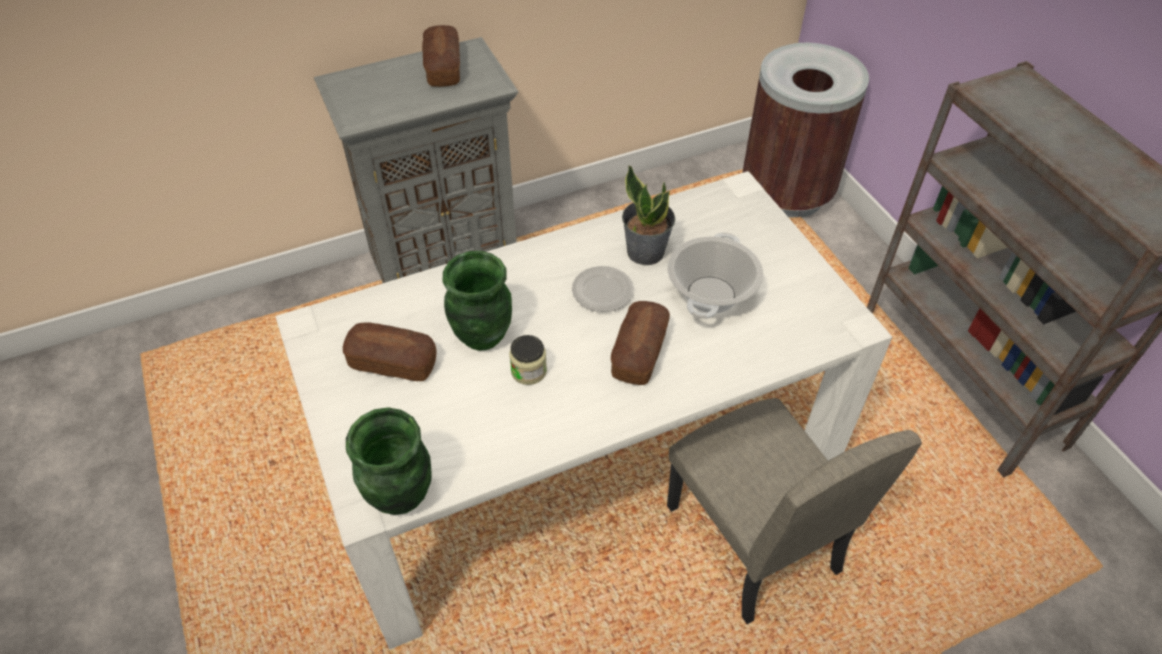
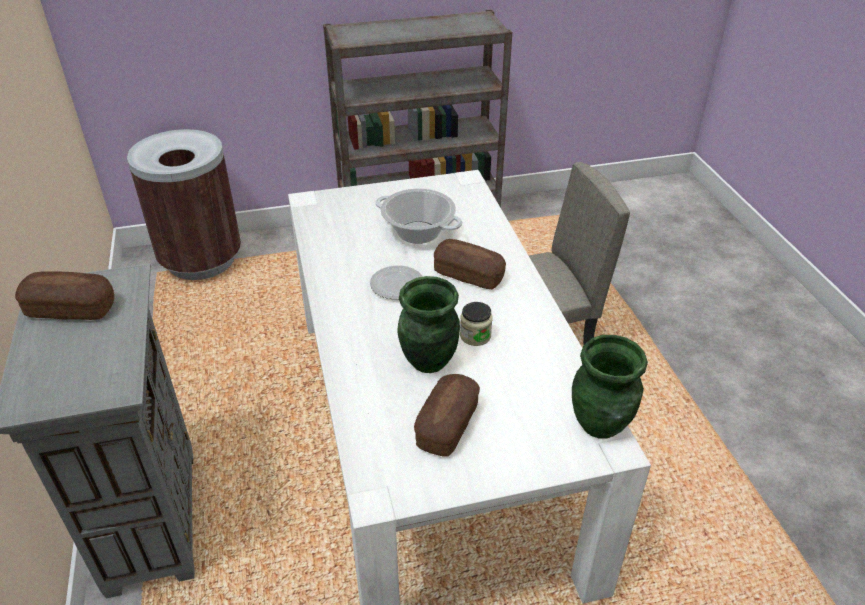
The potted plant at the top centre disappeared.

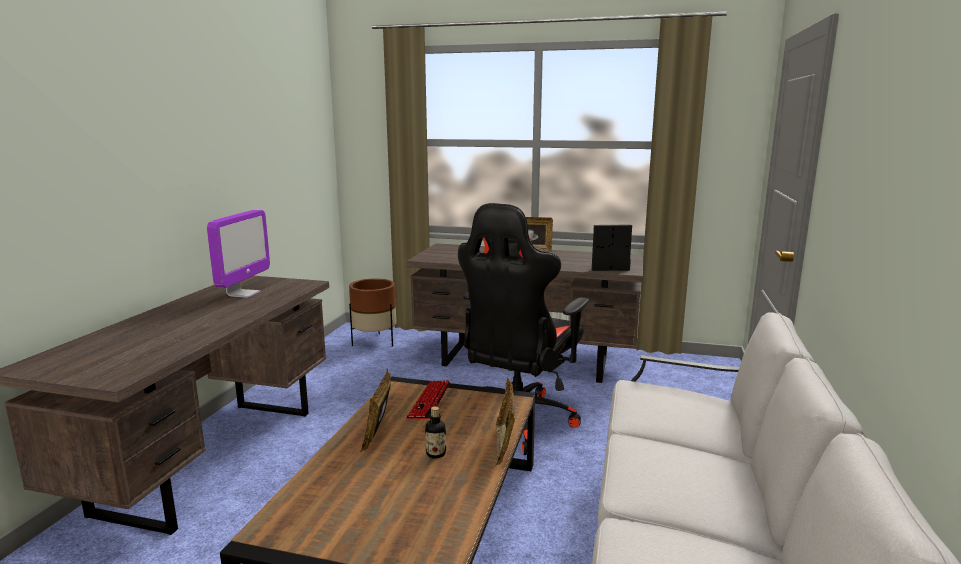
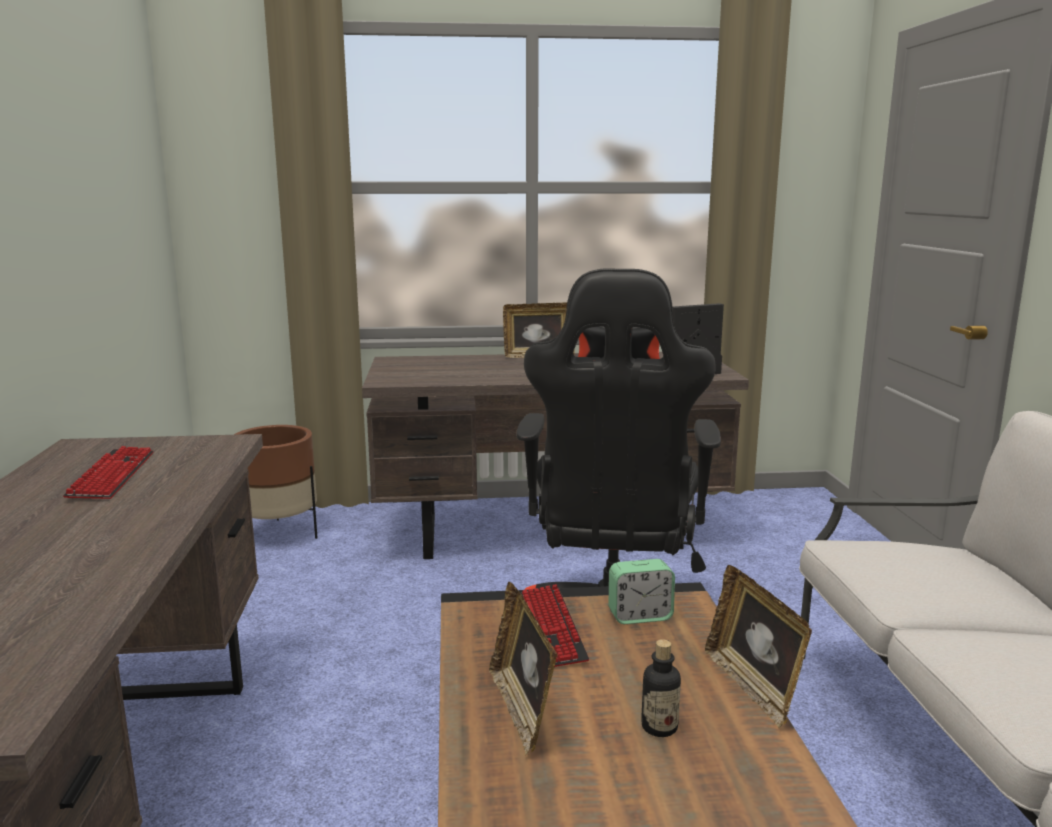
The monitor at the middle left was replaced by the keyboard (1st from left) at the middle left.
The alarm clock at the bottom centre appeared.

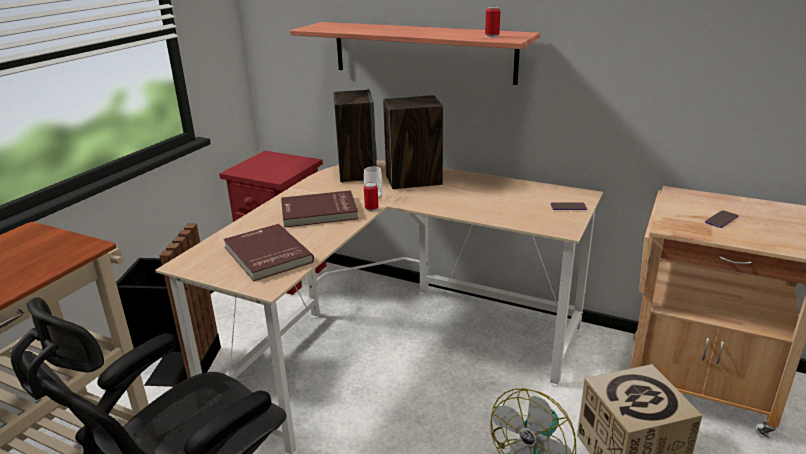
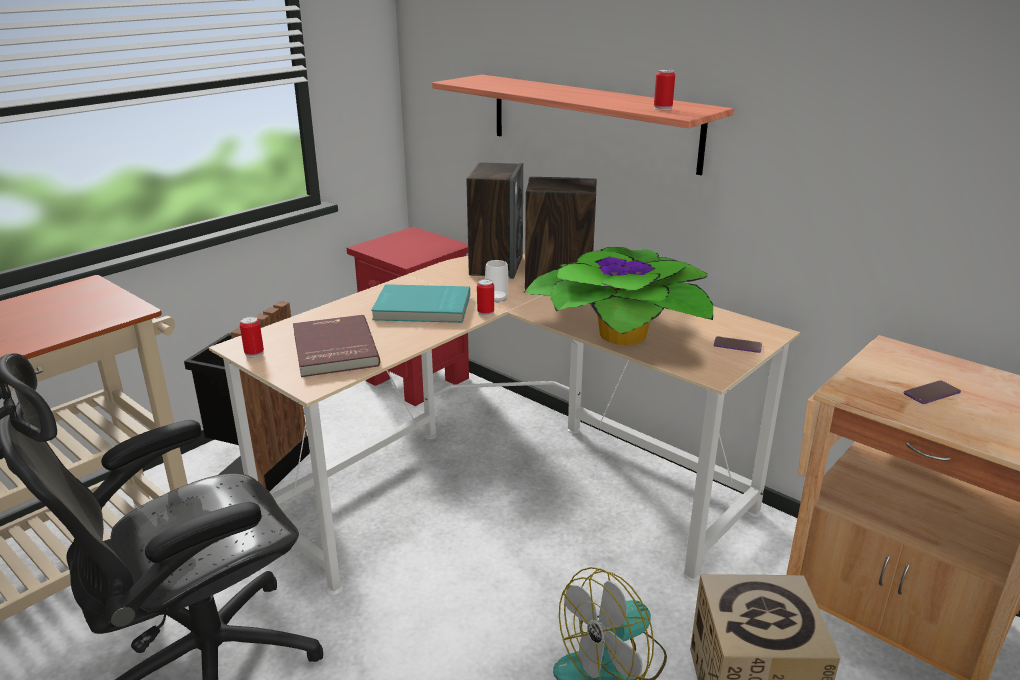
The red book (2nd from left) at the centre became the turquoise book at the centre.
The potted plant at the centre appeared.
The can (1st from left) at the middle left appeared.

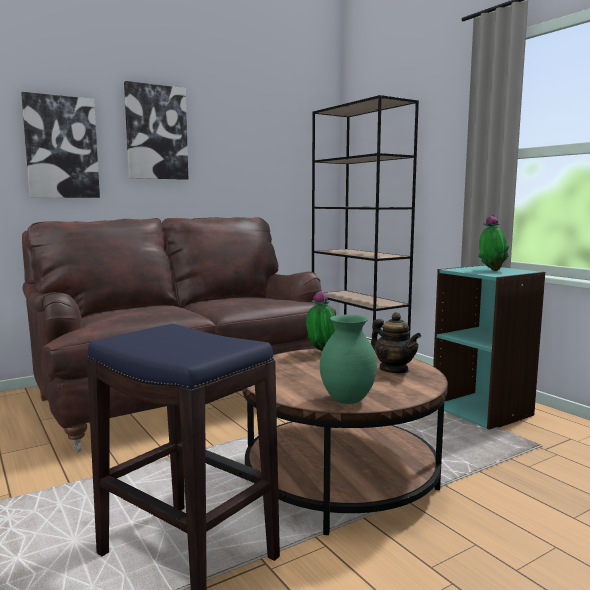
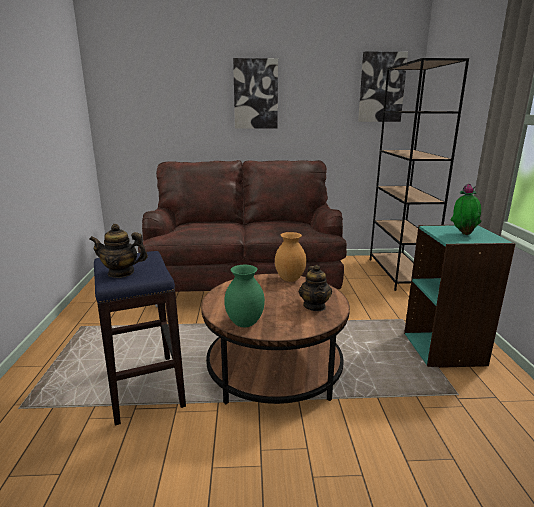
The picture (1st from left in the first image) moved from the top left to the top right.
The potted plant (1st from left) at the centre was replaced by the brown vase at the centre.
The teapot (1st from left) at the middle left appeared.

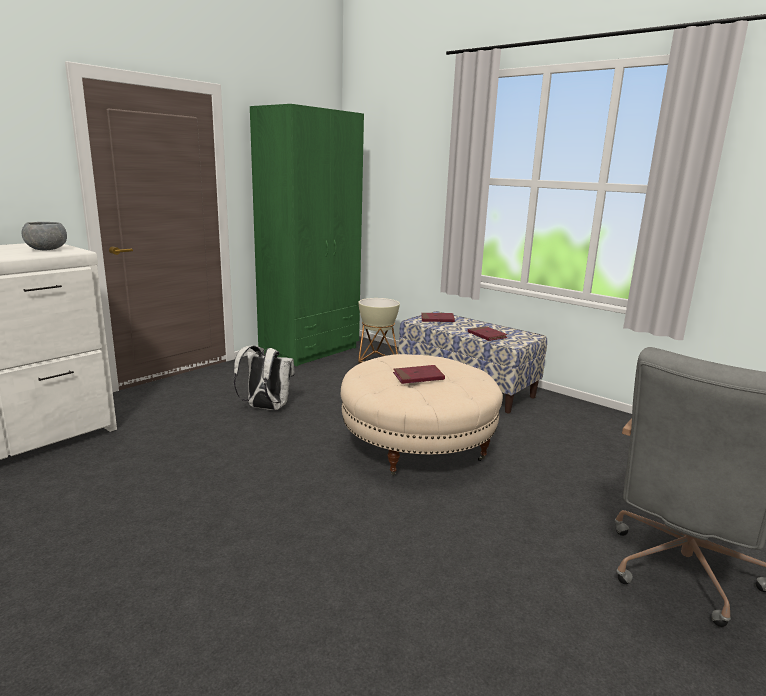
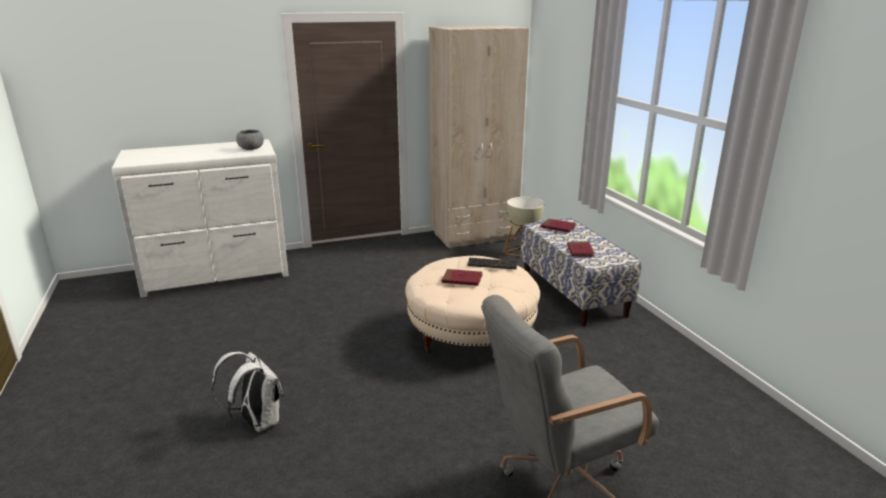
The green wardrobe at the centre became the beige wardrobe at the top centre.
The white backpack moved from the centre to the bottom left.
The keyboard at the centre appeared.

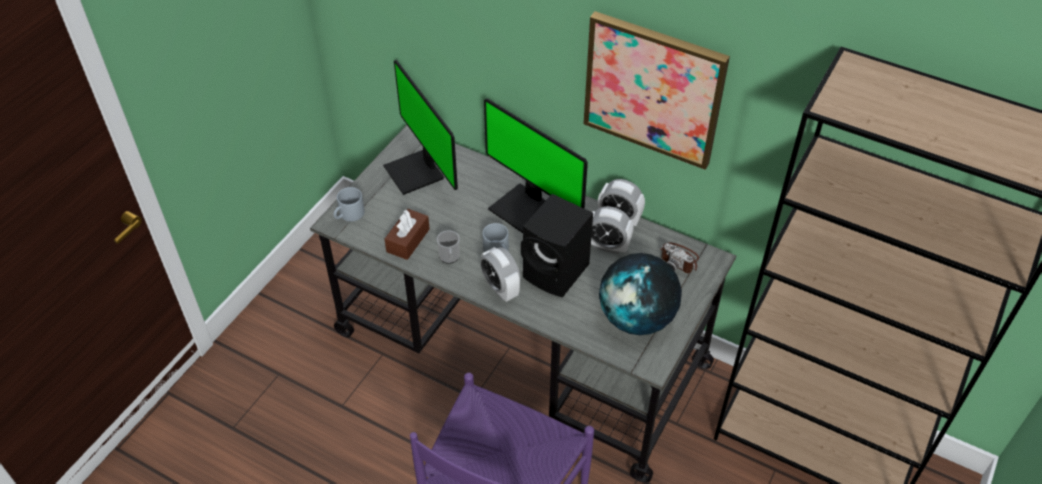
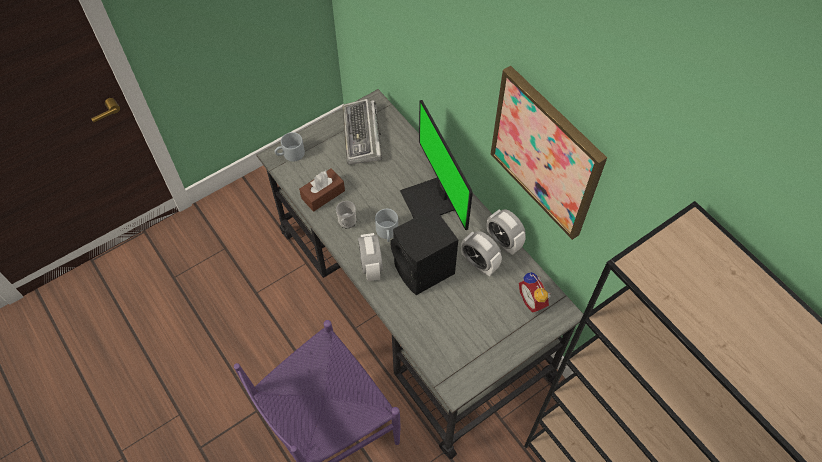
The monitor (1st from left) at the top centre was replaced by the keyboard at the top centre.
The photo camera at the centre was replaced by the alarm clock (4th from left) at the centre.
The globe at the centre disappeared.

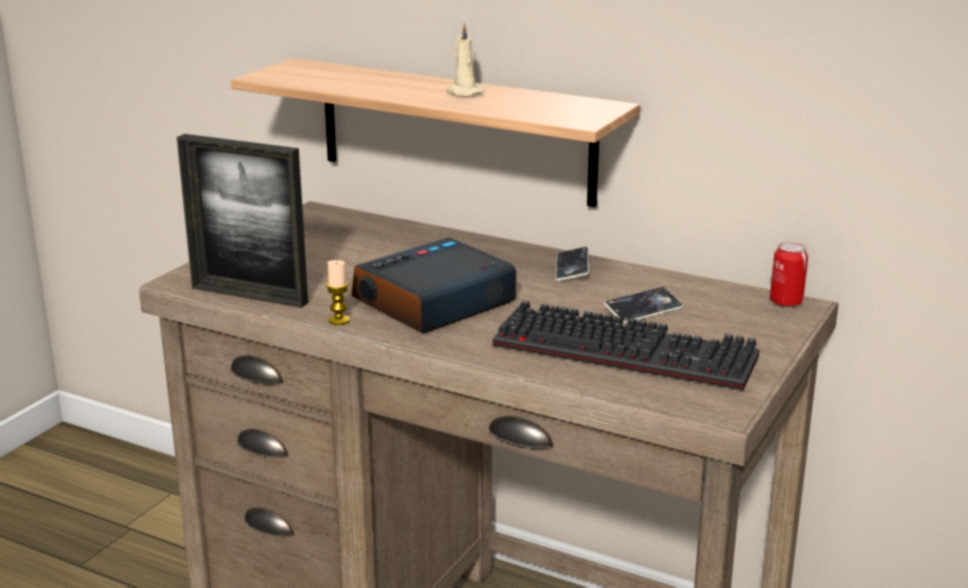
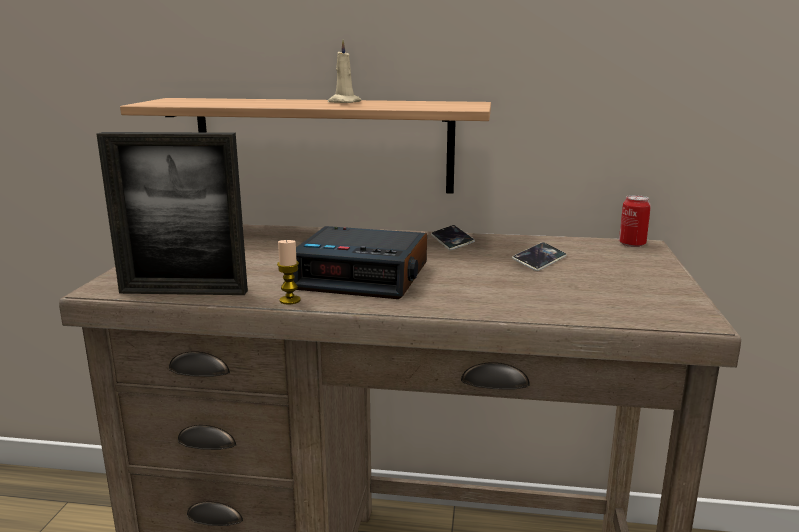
The alarm clock at the centre turned 105 degrees counterclockwise.
The keyboard at the centre disappeared.

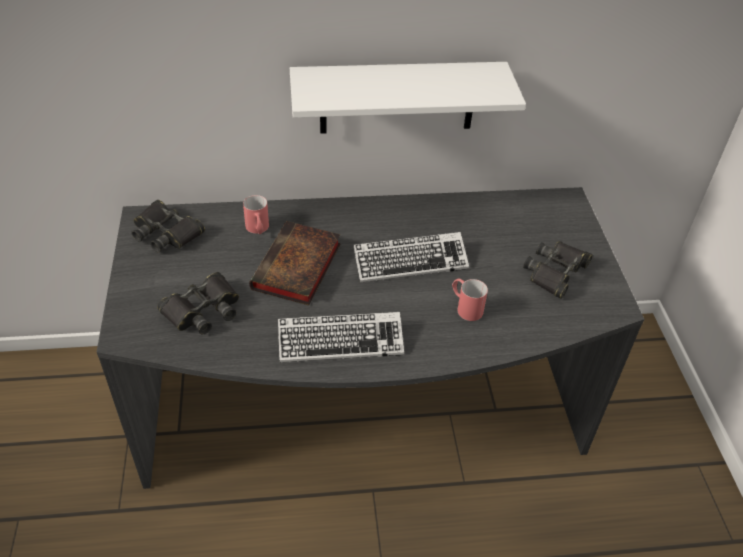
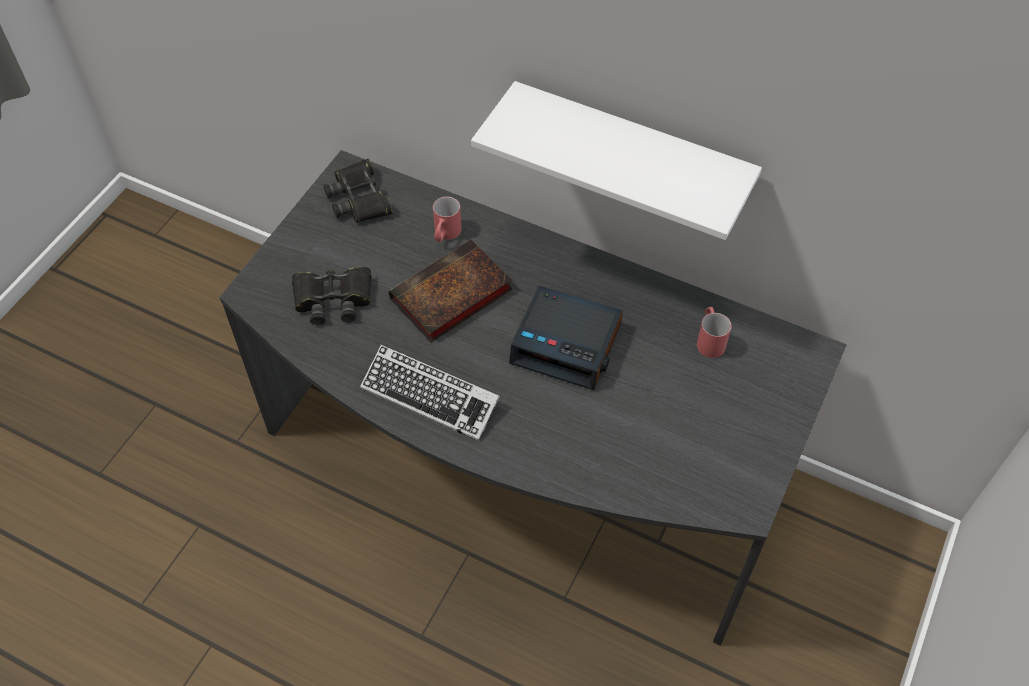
The keyboard (2nd from left) at the centre was replaced by the alarm clock at the centre.
The black binoculars (3rd from left) at the middle right disappeared.
The red mug (2nd from left) moved from the centre to the middle right.

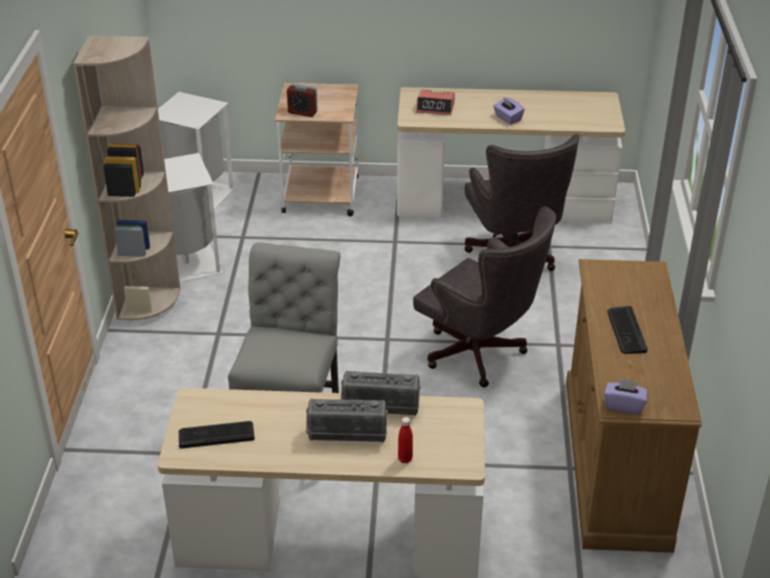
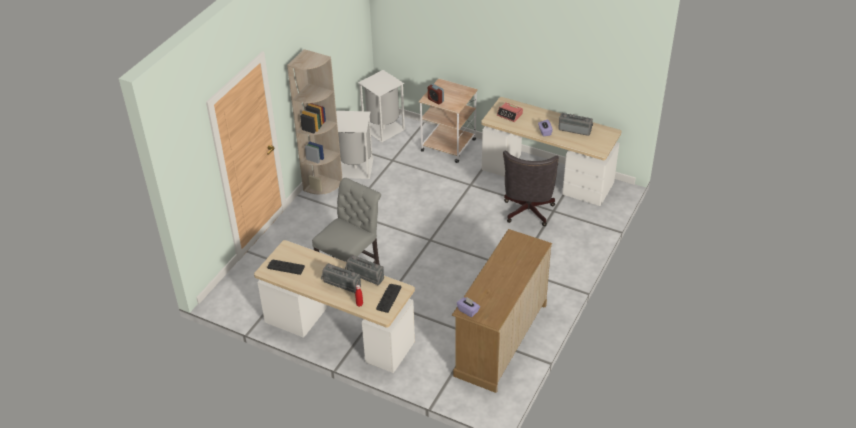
The grey office chair (1st from left) at the centre disappeared.
The keyboard (2nd from left) moved from the middle right to the bottom centre.
The radio (3rd from left) at the top right appeared.

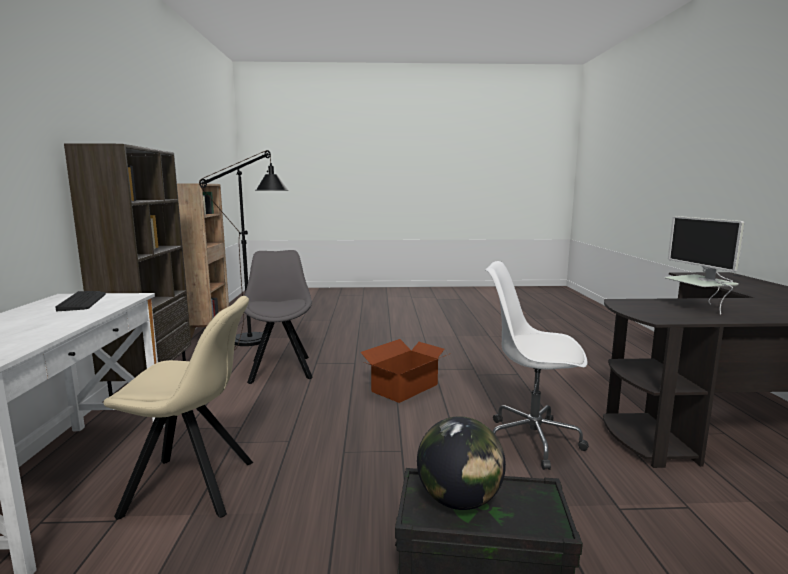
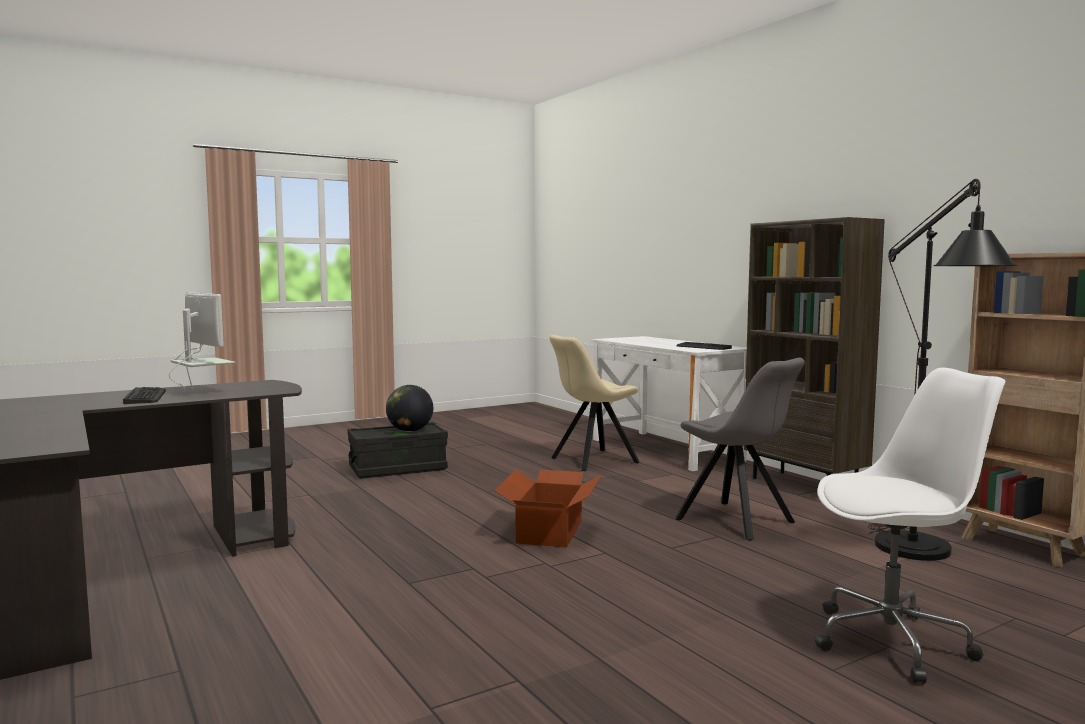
The white office chair moved from the middle right to the bottom right.
The keyboard (1st from left) at the middle left appeared.

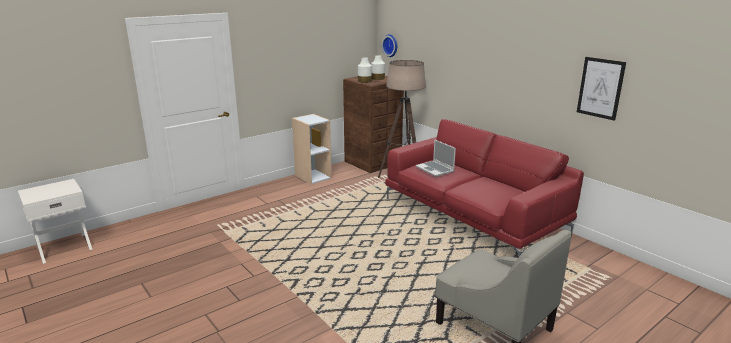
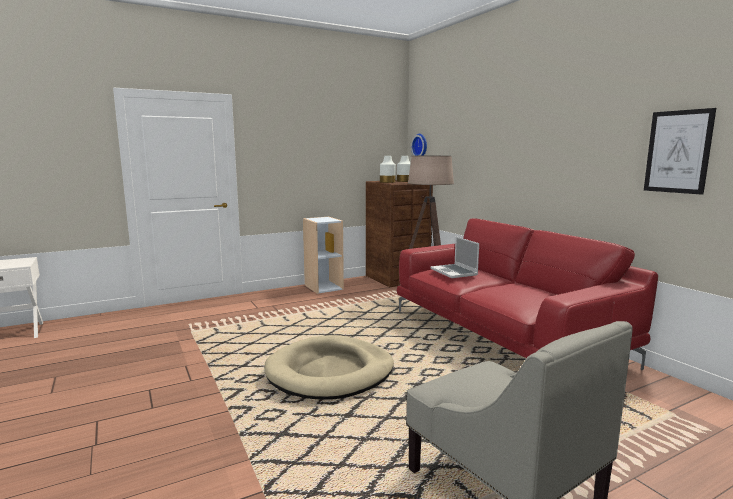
The beige dog bed at the bottom centre appeared.

